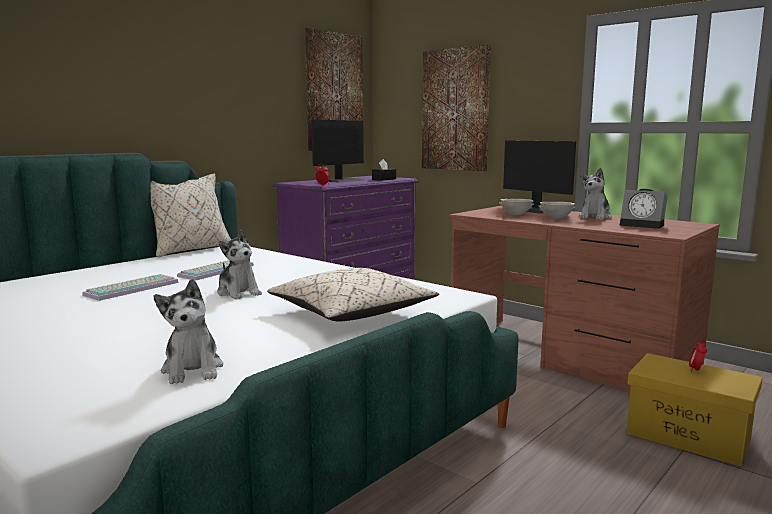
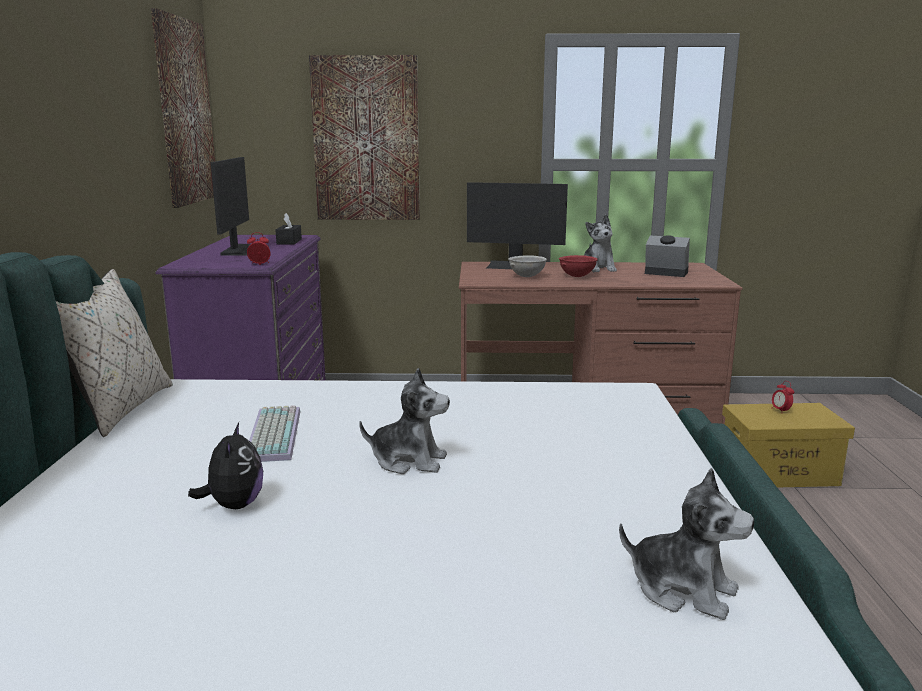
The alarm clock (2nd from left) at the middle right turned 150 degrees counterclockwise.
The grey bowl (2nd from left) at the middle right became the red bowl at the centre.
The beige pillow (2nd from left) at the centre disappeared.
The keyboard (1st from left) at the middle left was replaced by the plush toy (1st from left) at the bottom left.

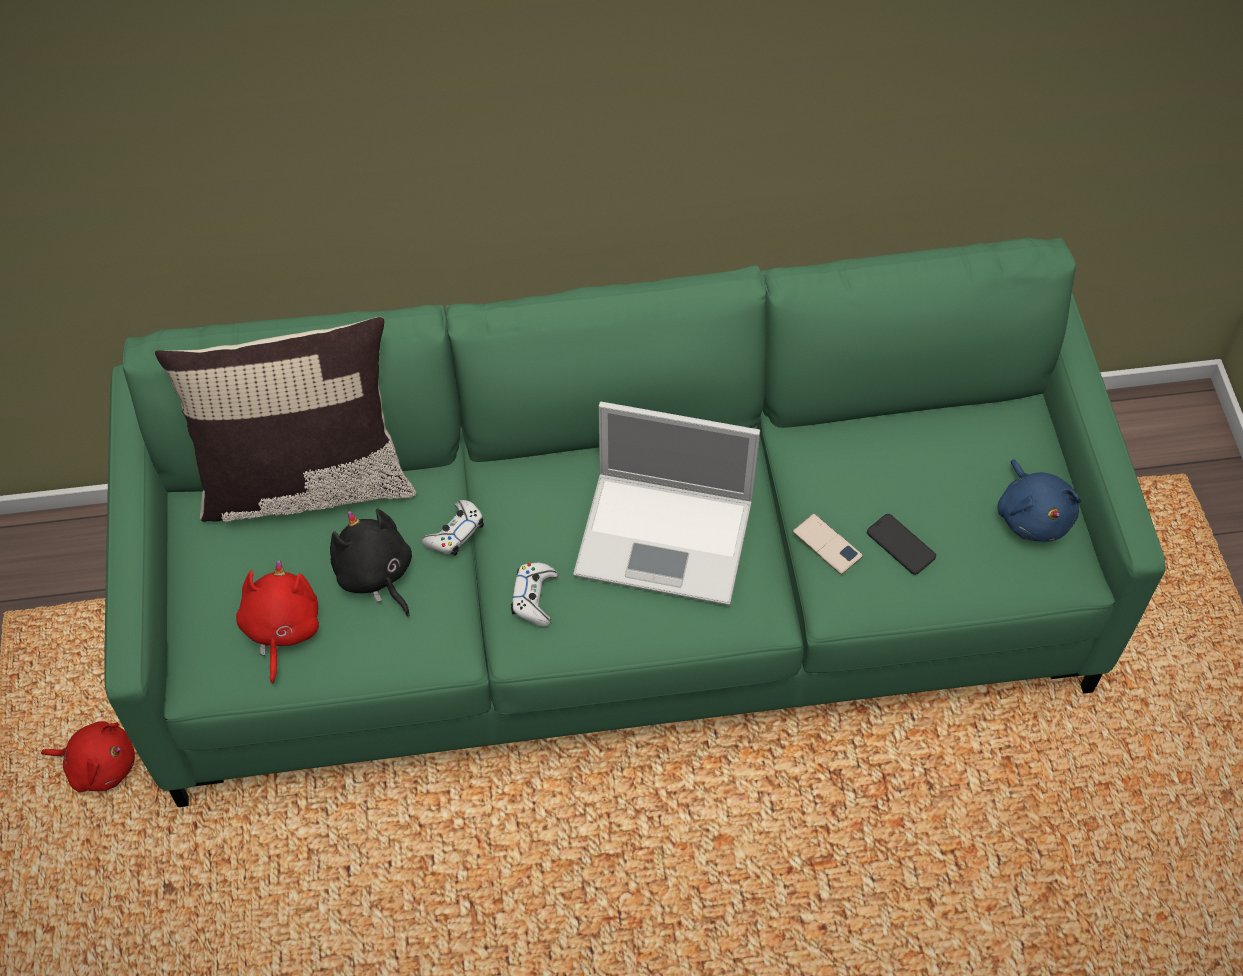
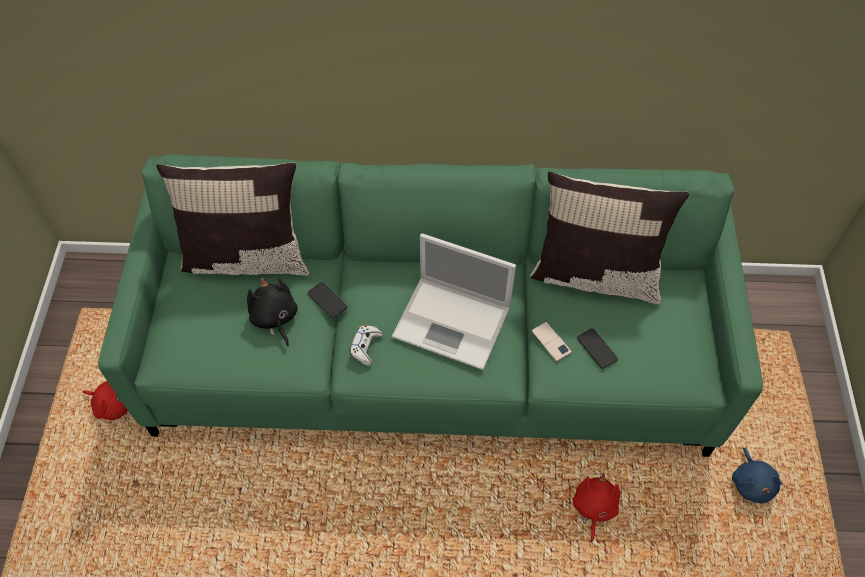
The blue plush toy moved from the middle right to the bottom right.
The white game controller (1st from left) at the centre was replaced by the phone (1st from left) at the centre.
The red plush toy (2nd from left) moved from the middle left to the bottom right.
The pillow (2nd from left) at the middle right appeared.

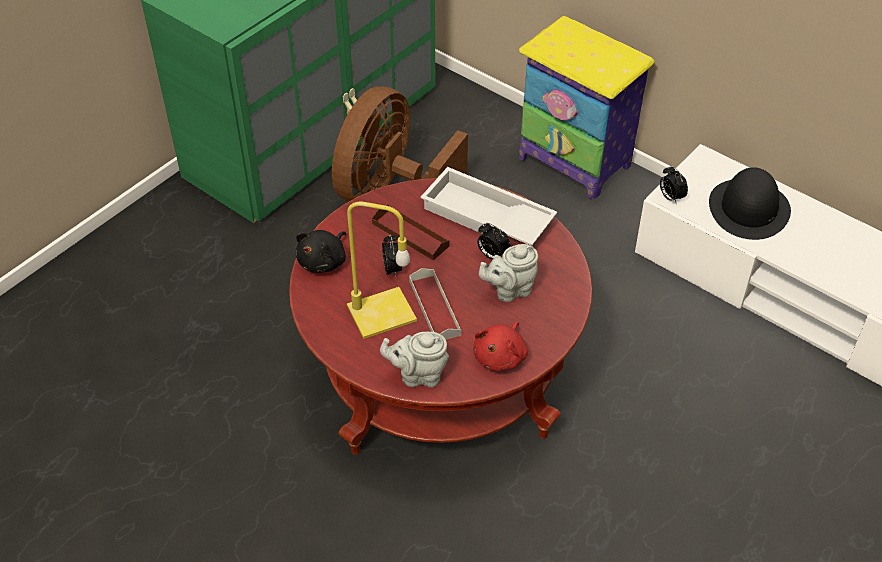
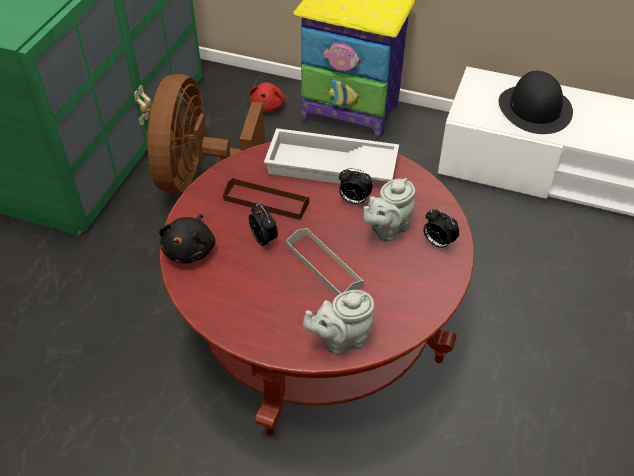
The alarm clock (3rd from left) moved from the top right to the middle right.
The yellow table lamp at the centre disappeared.
The red plush toy moved from the centre to the top centre.

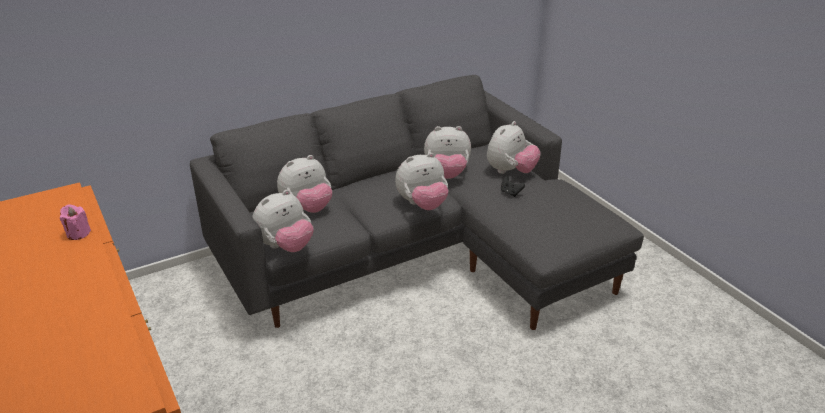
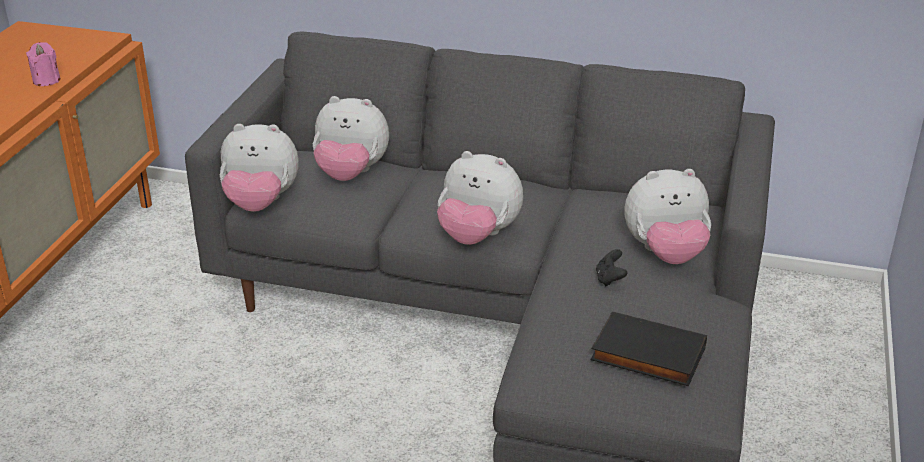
The plush toy (4th from left) at the centre disappeared.
The black book at the bottom right appeared.

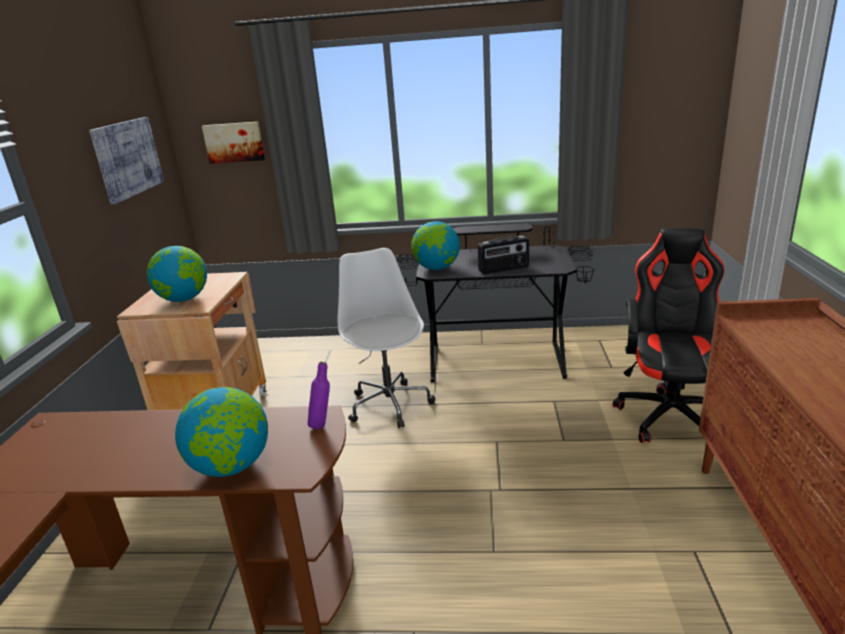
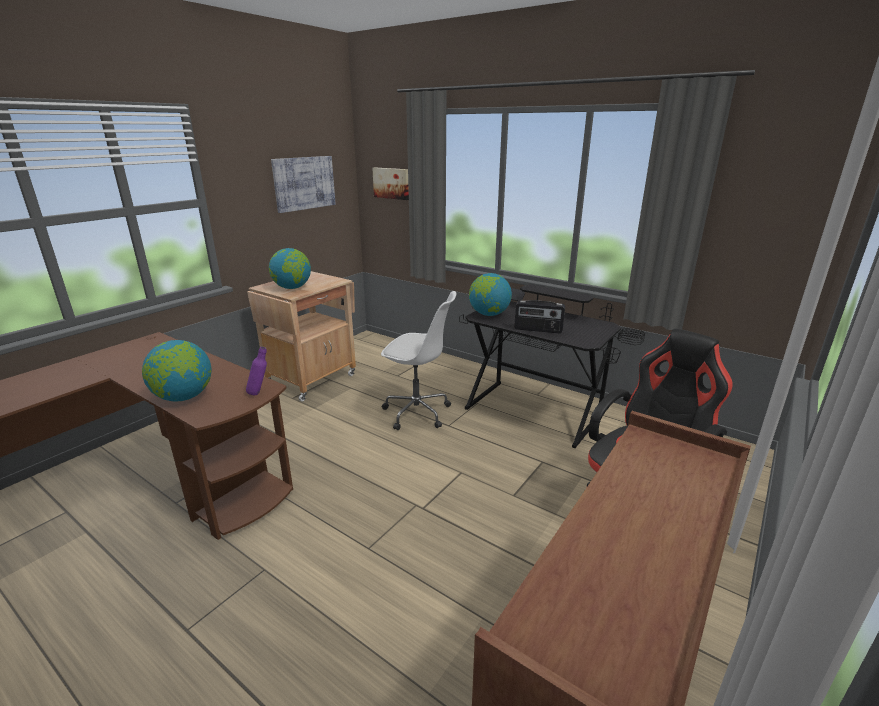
The white office chair at the centre turned 90 degrees clockwise.

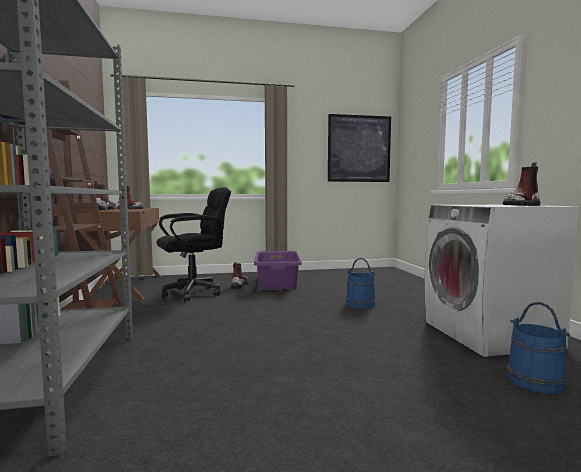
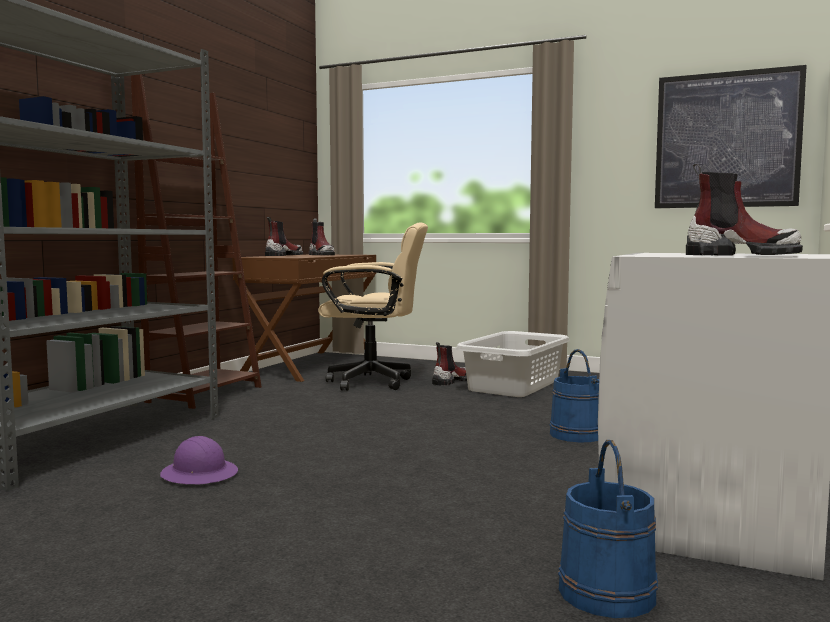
The boot (4th from left) at the middle right turned 150 degrees counterclockwise.
The black office chair at the middle left became the beige office chair at the centre.
The purple laundry basket at the centre became the grey laundry basket at the centre.
The purple hard hat at the bottom left appeared.

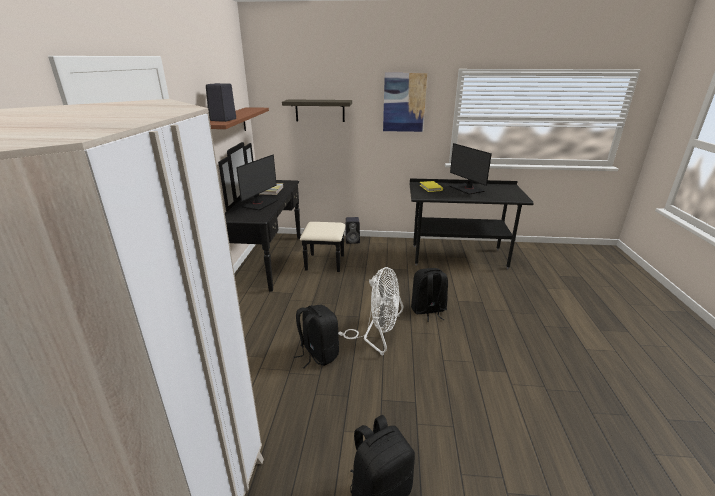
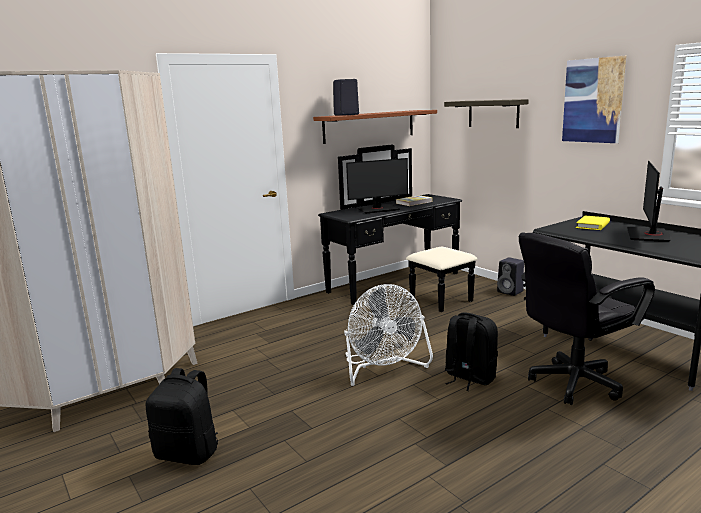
The black backpack (1st from left) at the bottom centre disappeared.
The black office chair at the middle right appeared.

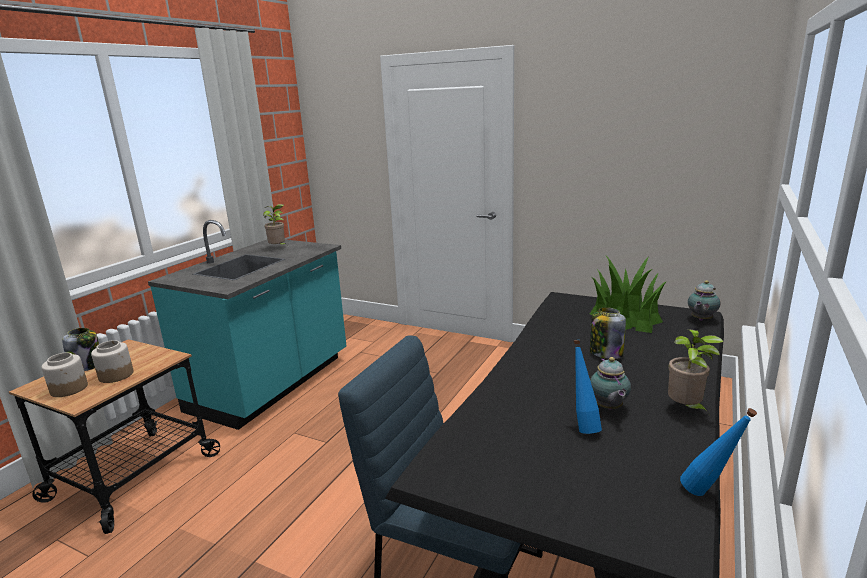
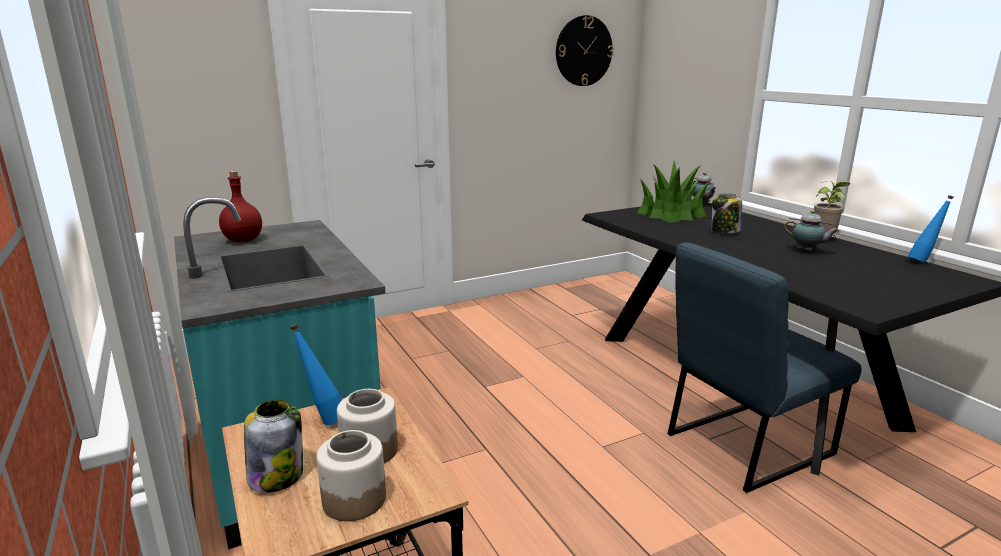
The potted plant (1st from left) at the middle left was replaced by the red bottle at the middle left.
The blue bottle (1st from left) moved from the bottom right to the bottom left.
The wall clock at the top centre appeared.

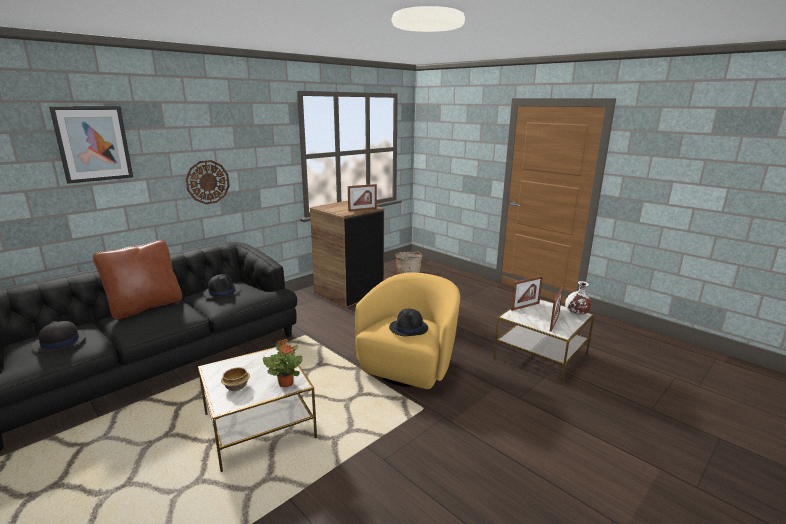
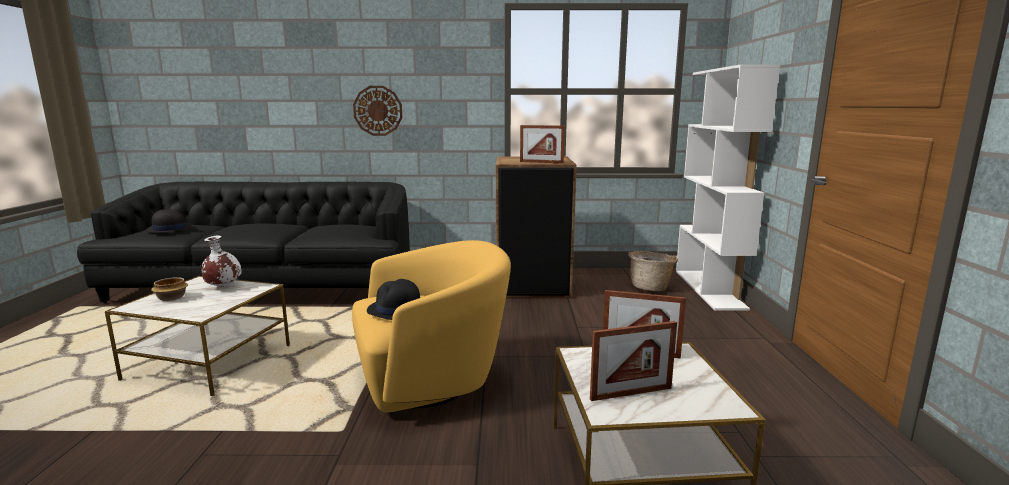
The picture at the top left disappeared.
The brown pillow at the middle left disappeared.
The black hat (2nd from left) at the middle left disappeared.
The white vase moved from the middle right to the middle left.
The potted plant at the bottom centre disappeared.
The white bookcase at the middle right appeared.

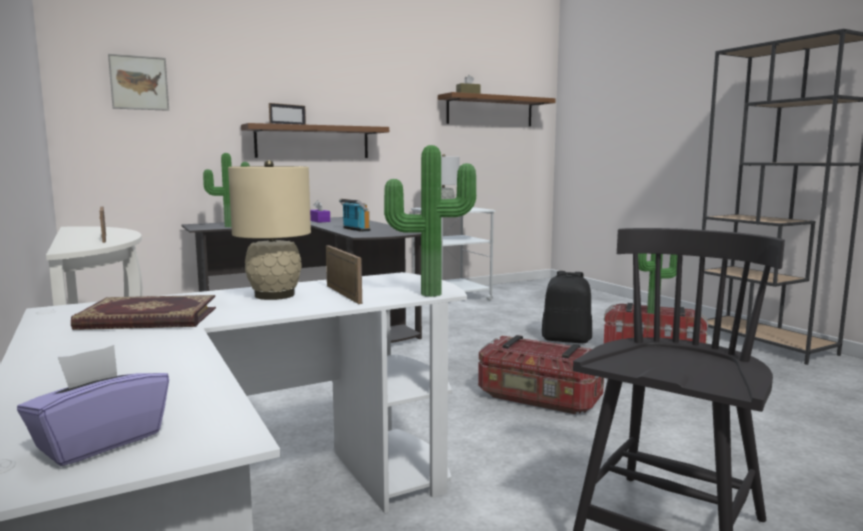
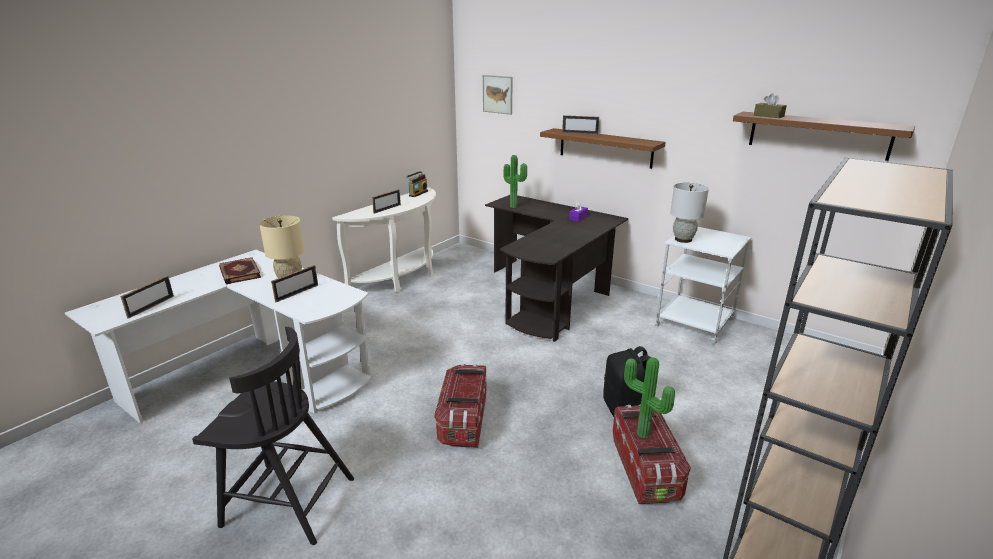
The potted plant (2nd from left) at the centre disappeared.
The radio moved from the centre to the top centre.
The purple tissue box (1st from left) at the bottom left disappeared.
The picture frame (1st from left) at the middle left appeared.

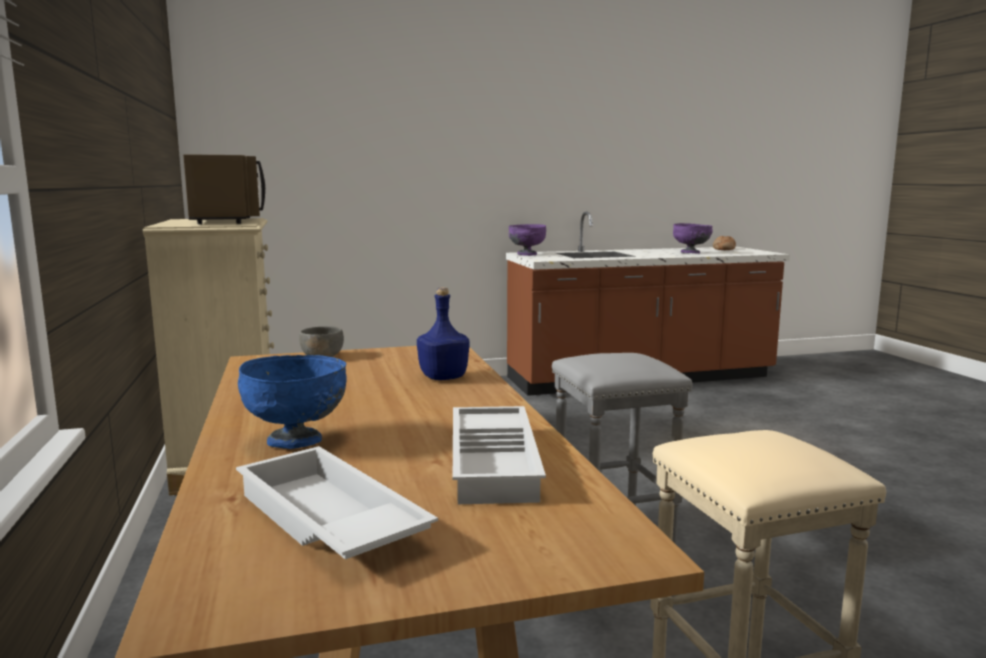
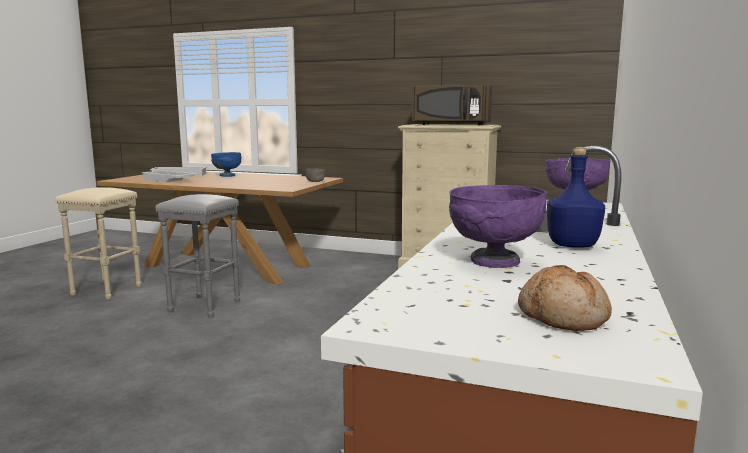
The blue bottle moved from the centre to the middle right.

